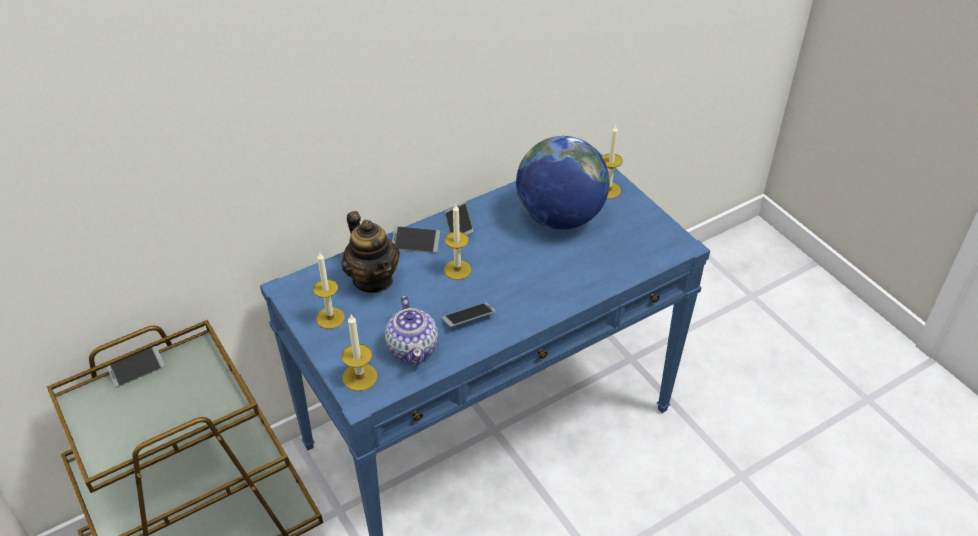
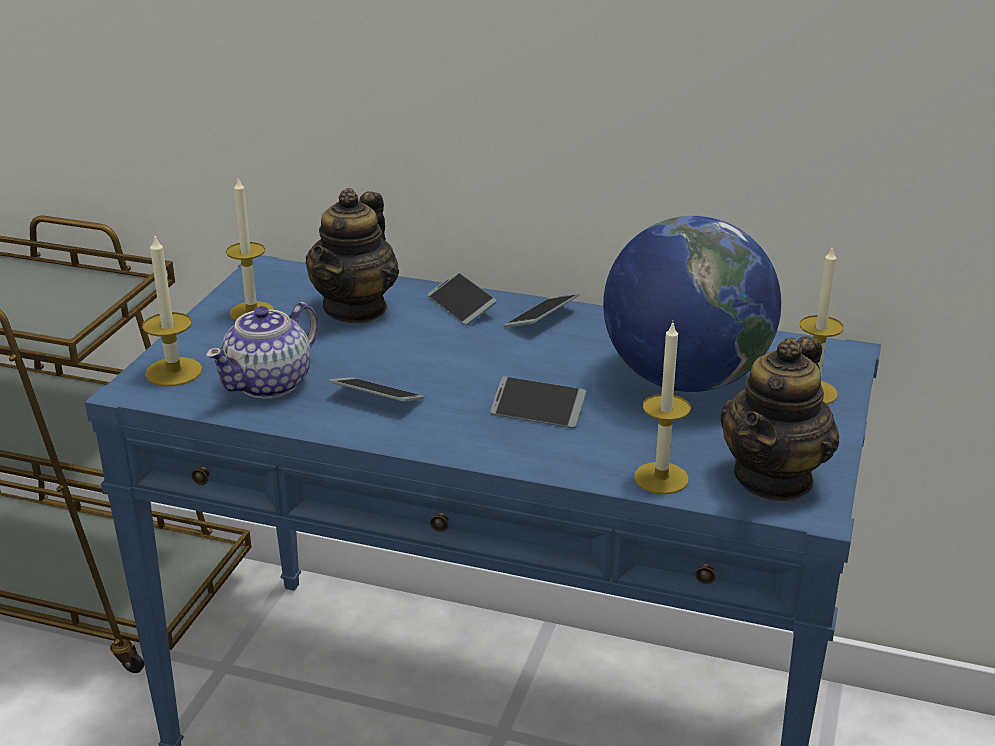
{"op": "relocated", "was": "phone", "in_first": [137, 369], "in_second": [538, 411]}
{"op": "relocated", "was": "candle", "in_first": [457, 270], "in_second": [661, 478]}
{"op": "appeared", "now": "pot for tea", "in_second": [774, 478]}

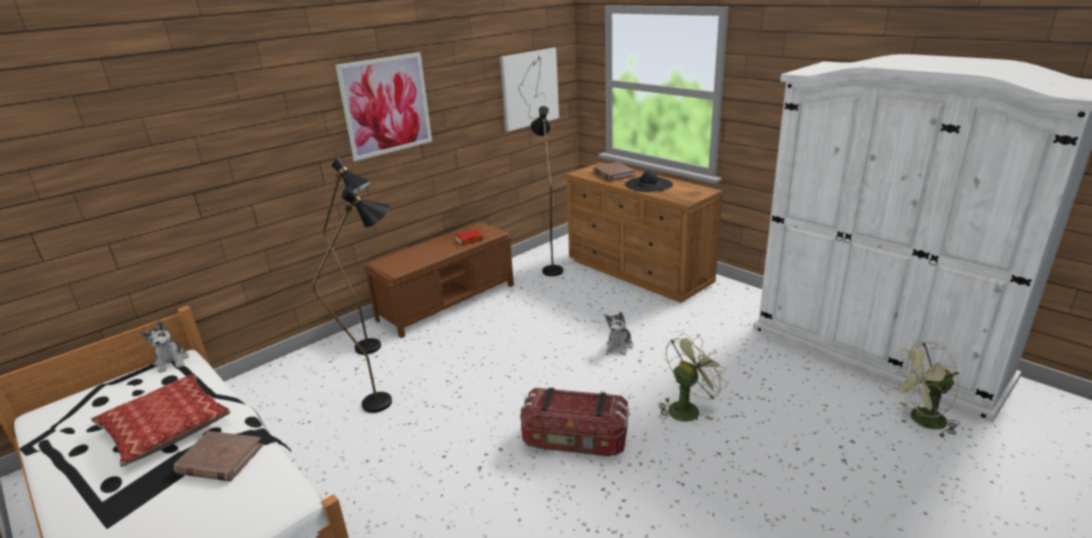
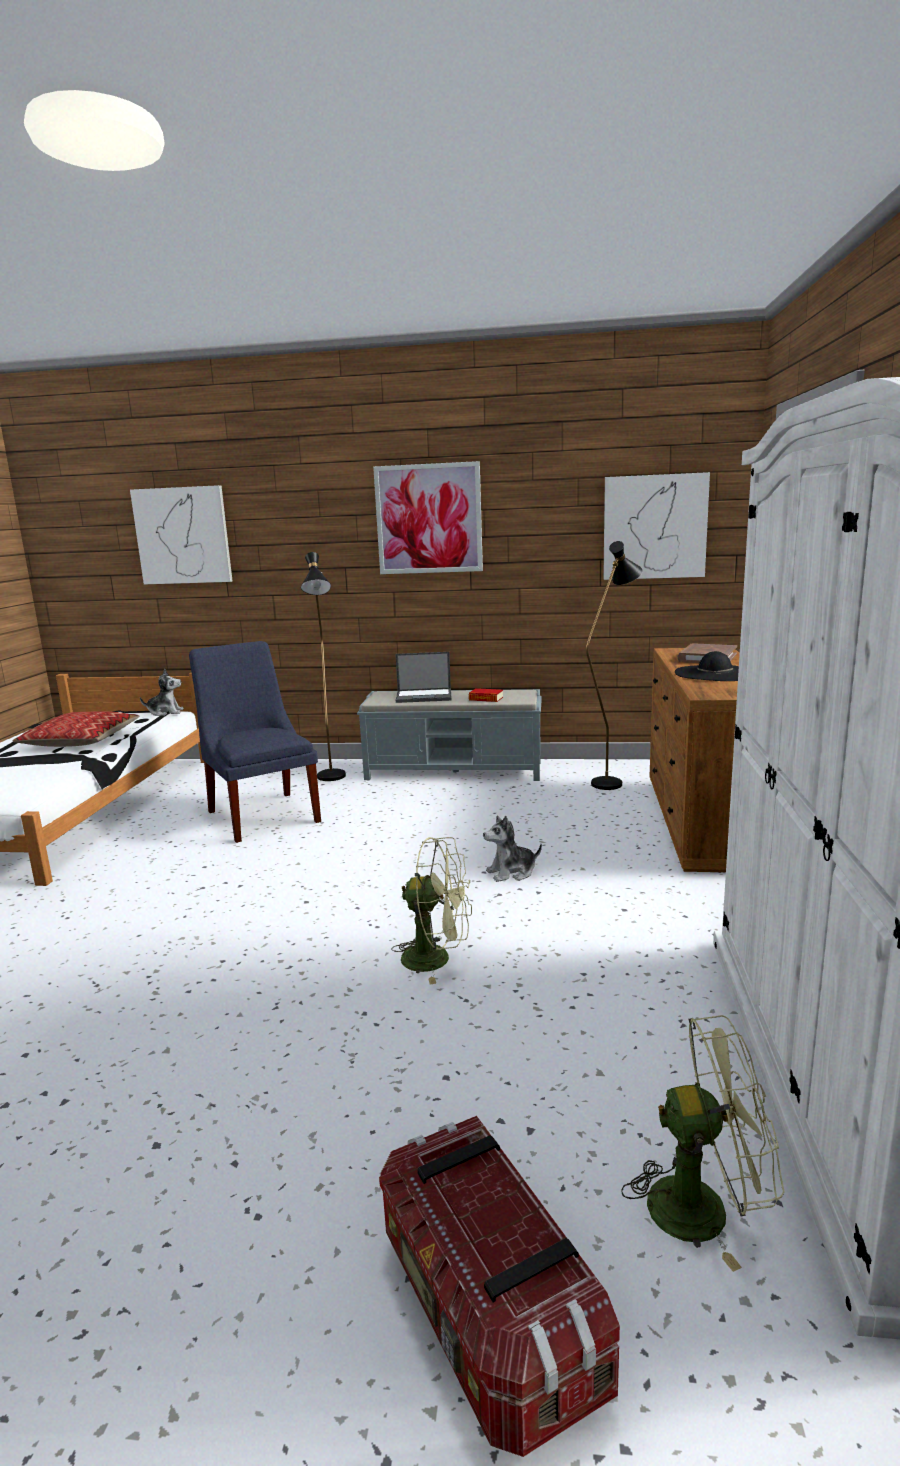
{"op": "appeared", "now": "wall picture", "in_second": [183, 535]}
{"op": "spun", "was": "plush toy", "in_first": [172, 361], "in_second": [165, 712], "clockwise": -120}
{"op": "exchanged", "was": "black-coloured standard lamp", "now": "blue chair", "in_first": [388, 400], "in_second": [263, 814]}
{"op": "colour", "was": "brownish indoor bench", "now": "grey indoor bench", "in_first": [448, 302], "in_second": [455, 770]}
{"op": "relocated", "was": "storage bin", "in_first": [575, 441], "in_second": [487, 1312]}
{"op": "appeared", "now": "portable computer", "in_second": [424, 696]}
{"op": "spun", "was": "green electric fan", "in_first": [921, 421], "in_second": [704, 1206], "clockwise": 135}
{"op": "missing", "was": "brownish bound book", "in_first": [219, 459]}

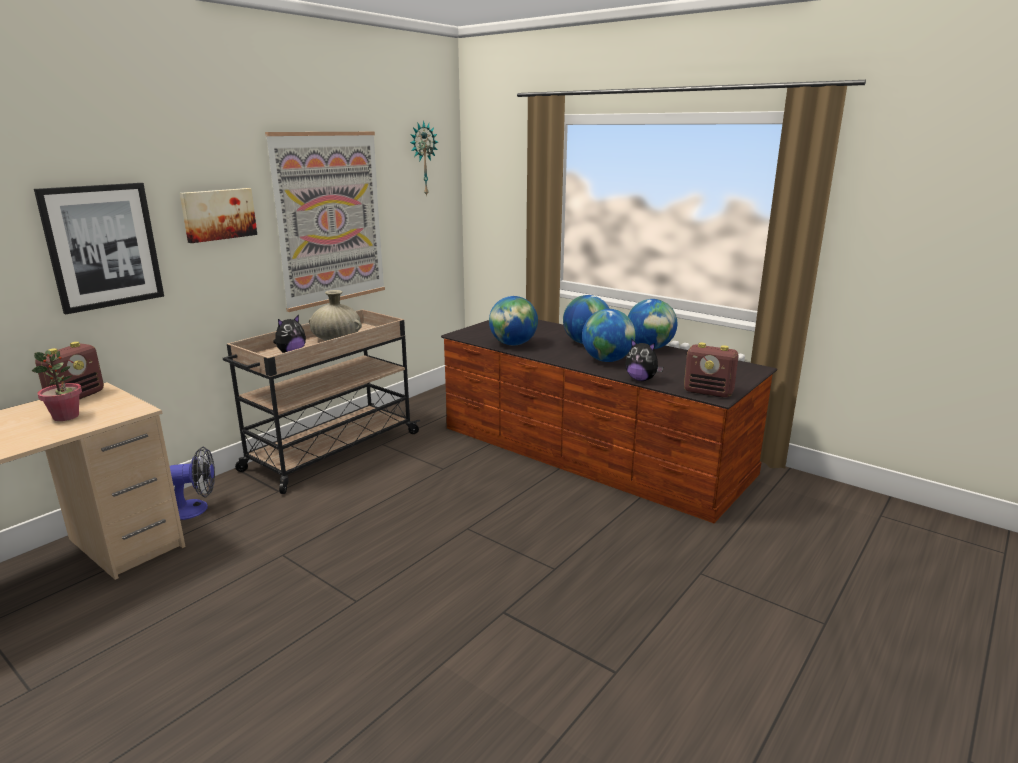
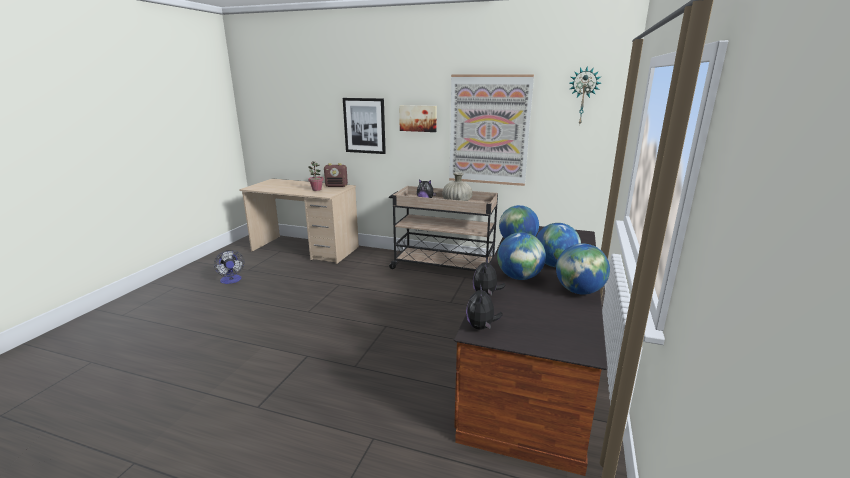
{"op": "relocated", "was": "electric fan", "in_first": [195, 509], "in_second": [231, 281]}
{"op": "exchanged", "was": "radio set", "now": "plush toy", "in_first": [708, 392], "in_second": [481, 327]}

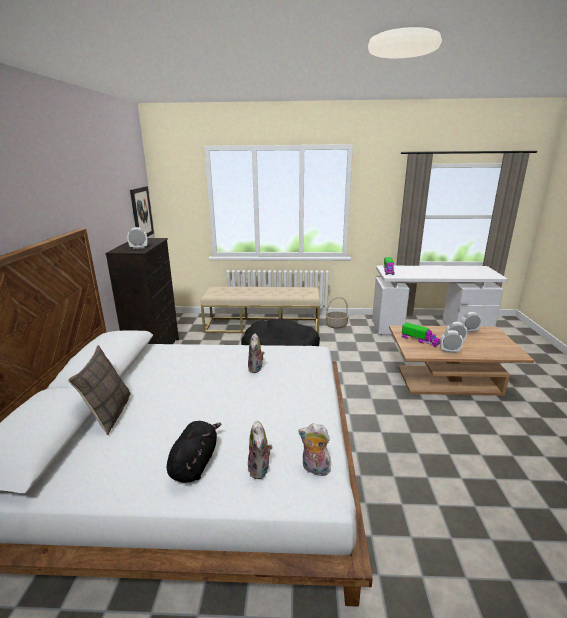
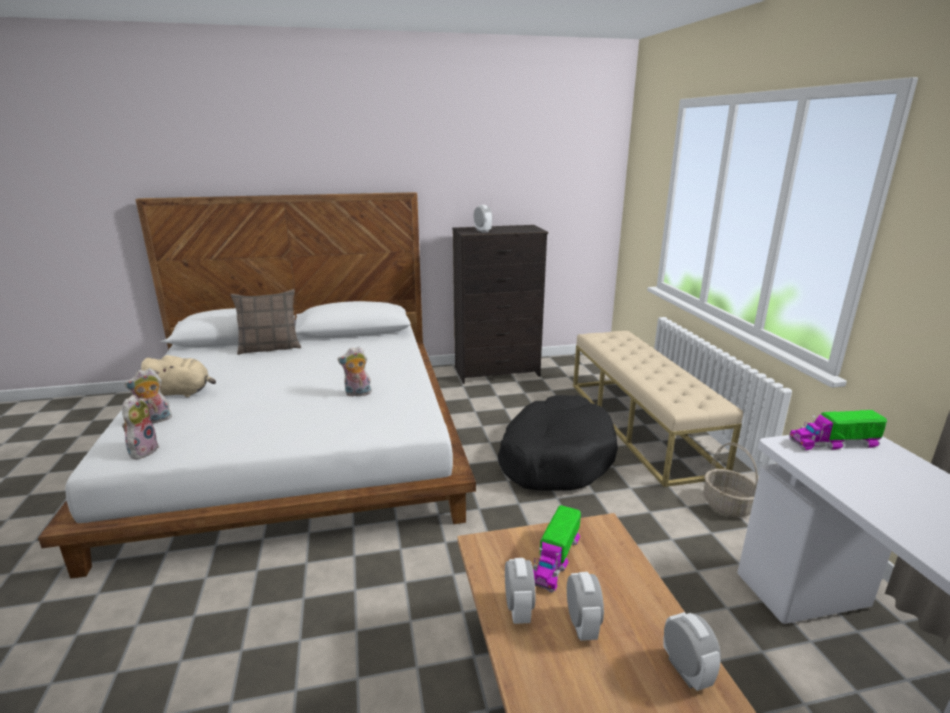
{"op": "colour", "was": "black-coloured plush toy", "now": "sand-coloured plush toy", "in_first": [195, 463], "in_second": [182, 393]}
{"op": "missing", "was": "wall picture", "in_first": [141, 213]}

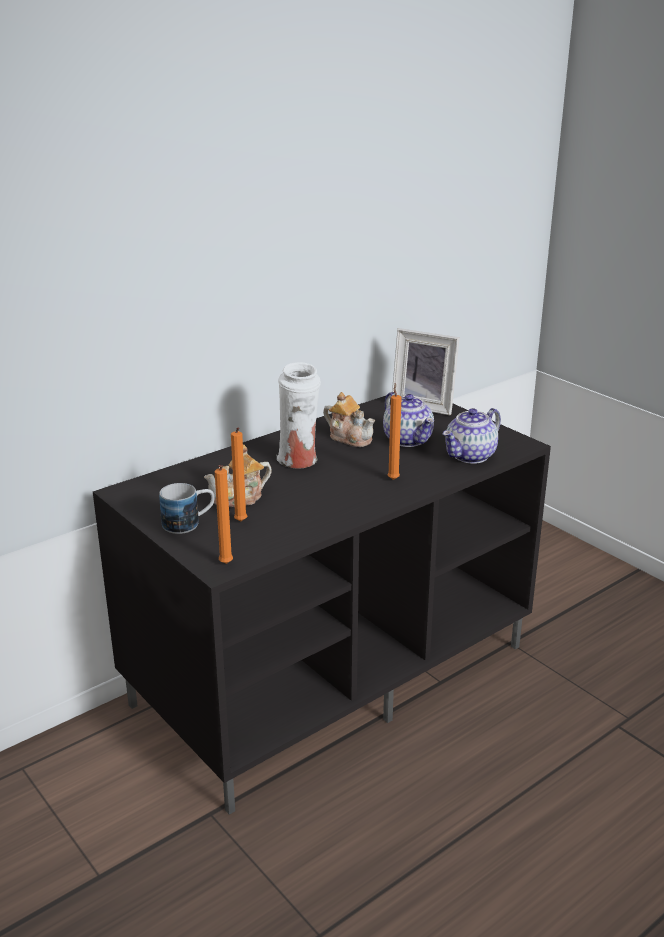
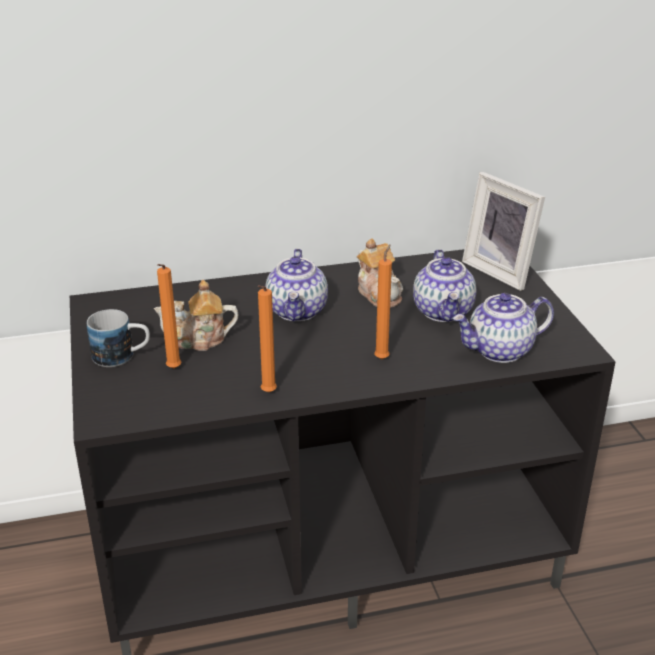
{"op": "relocated", "was": "orangey candle", "in_first": [225, 565], "in_second": [267, 394]}
{"op": "exchanged", "was": "white-coloured vase", "now": "pot for tea", "in_first": [299, 462], "in_second": [298, 311]}

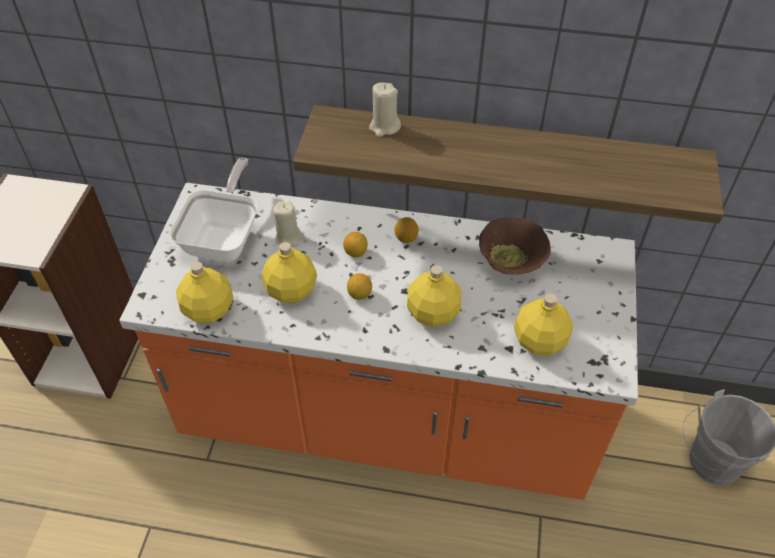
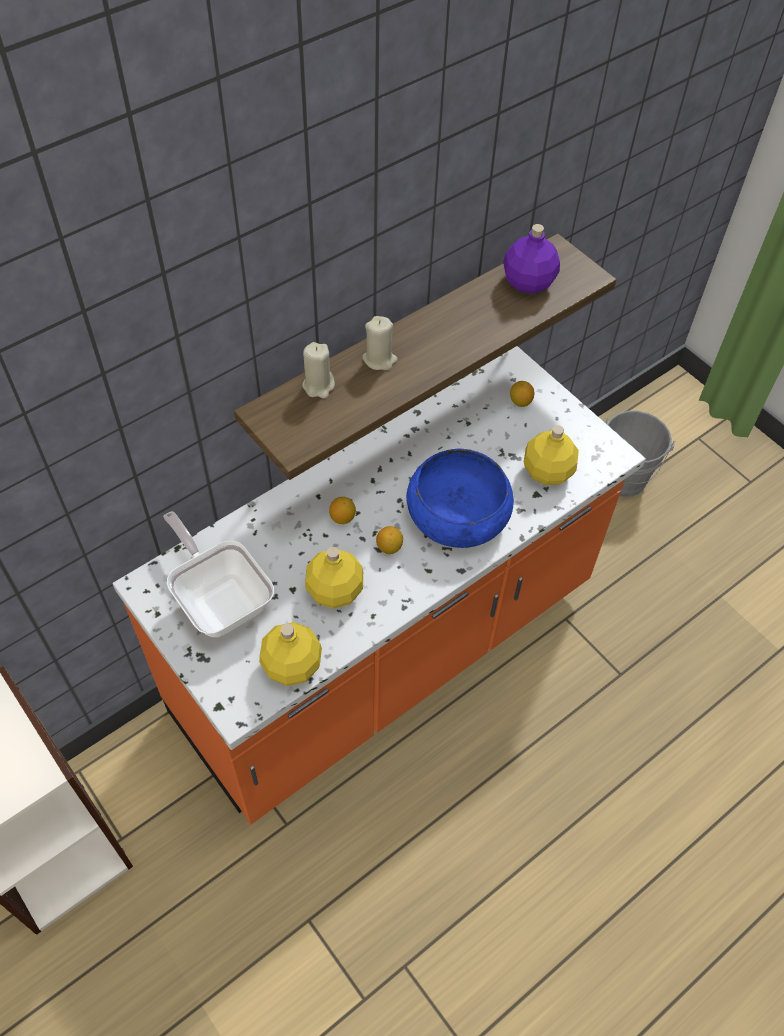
{"op": "relocated", "was": "sand-coloured candle", "in_first": [288, 238], "in_second": [379, 359]}
{"op": "exchanged", "was": "yellow-coloured drink bottle", "now": "blue deep dish", "in_first": [433, 313], "in_second": [458, 514]}
{"op": "appeared", "now": "purple drink bottle", "in_second": [529, 282]}
{"op": "relocated", "was": "whole lemon", "in_first": [406, 238], "in_second": [520, 402]}
{"op": "missing", "was": "brownish deep dish", "in_first": [511, 263]}

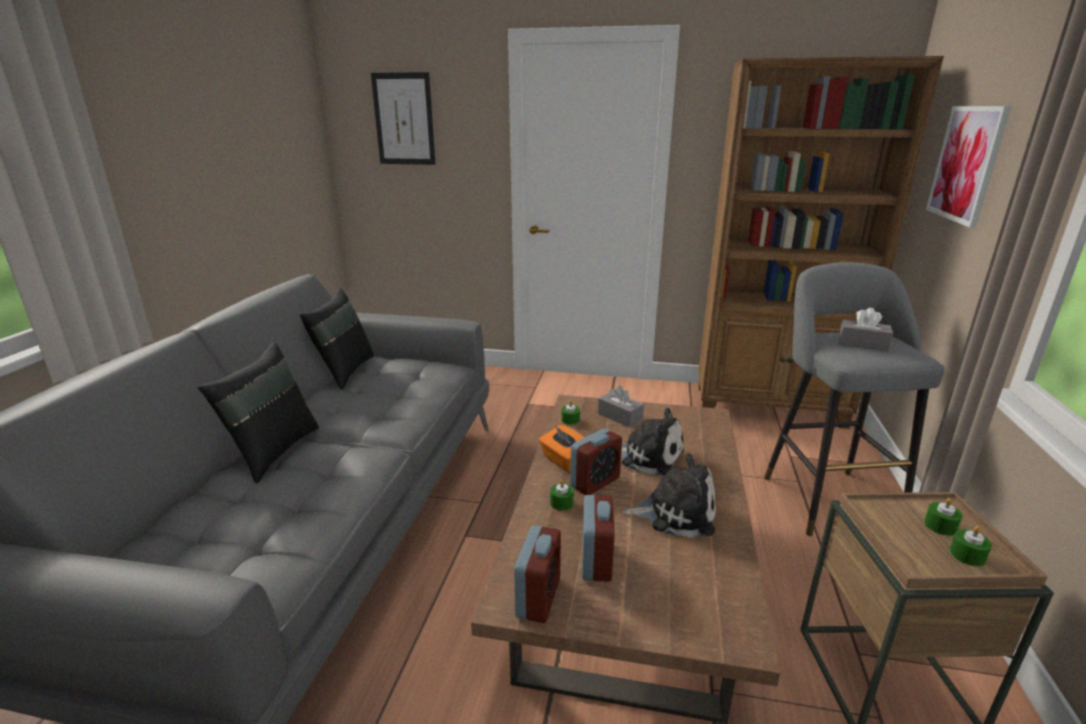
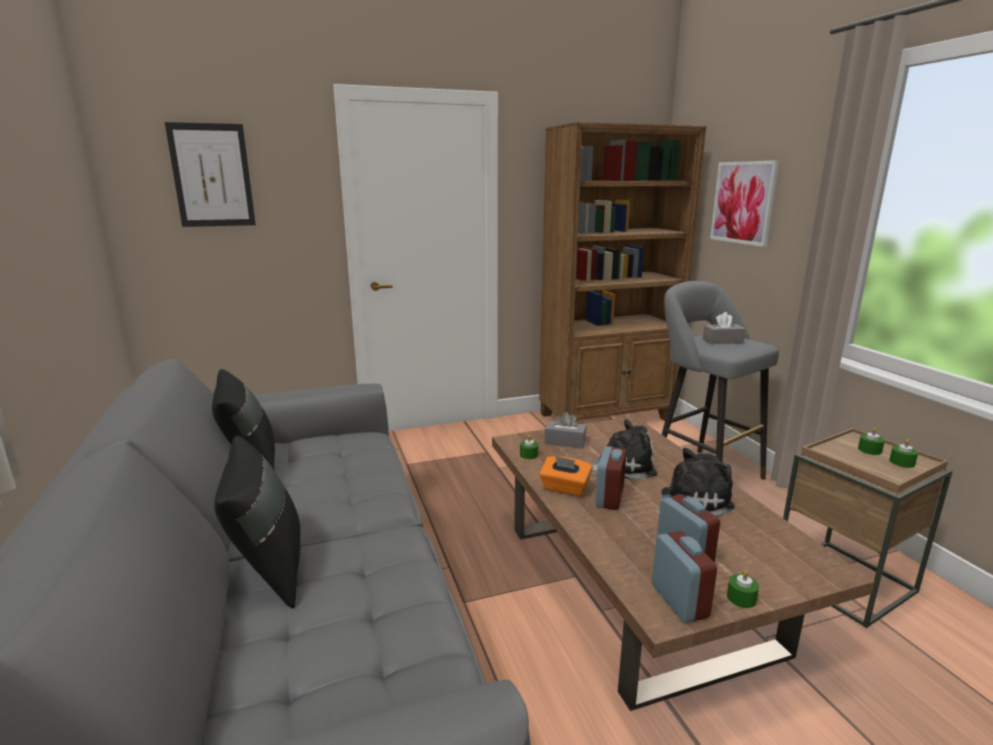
{"op": "relocated", "was": "green candle", "in_first": [561, 503], "in_second": [741, 598]}

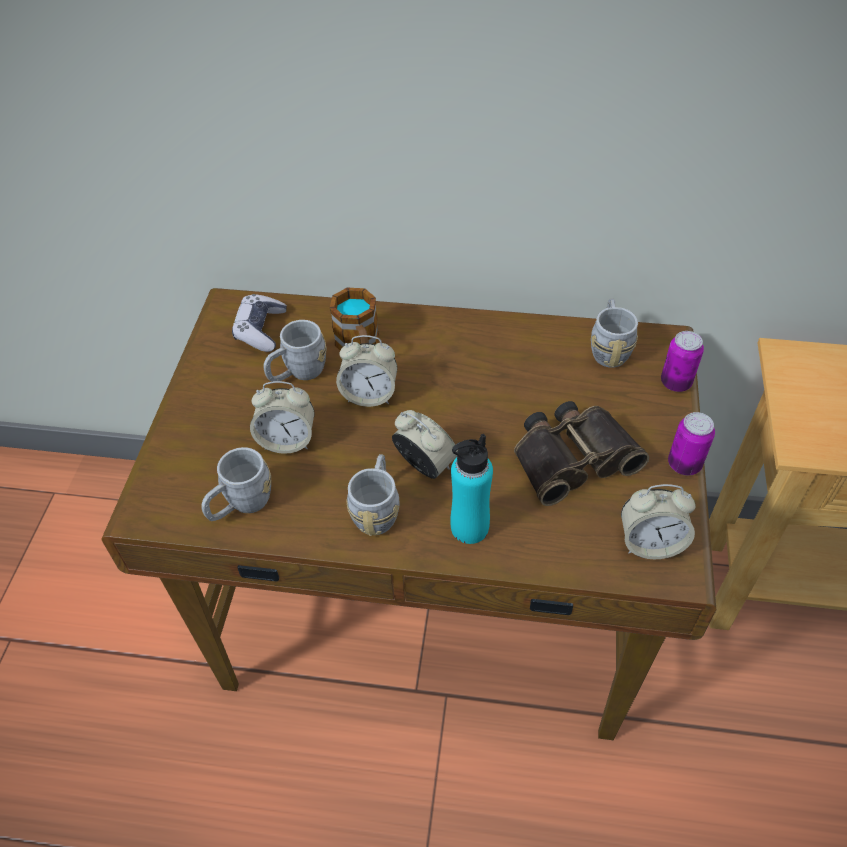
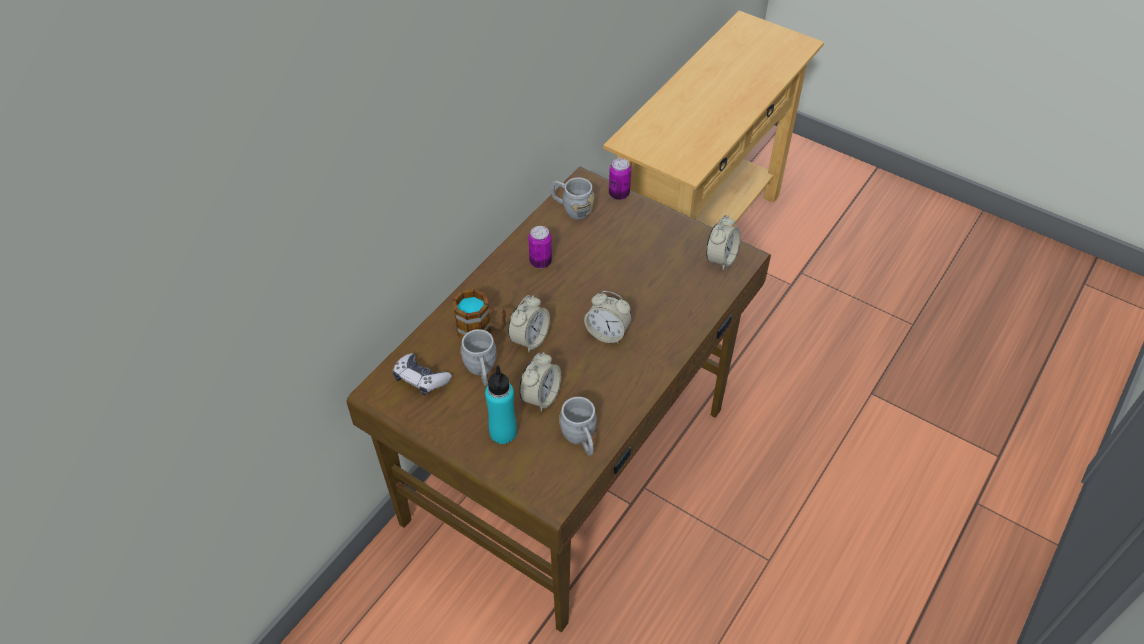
{"op": "relocated", "was": "turquoise-coloured drink bottle", "in_first": [469, 527], "in_second": [503, 432]}
{"op": "relocated", "was": "can", "in_first": [684, 464], "in_second": [540, 262]}
{"op": "spun", "was": "bedside clock", "in_first": [425, 465], "in_second": [607, 333], "clockwise": -135}
{"op": "missing", "was": "grey mug", "in_first": [377, 509]}
{"op": "missing", "was": "field glasses", "in_first": [572, 456]}

